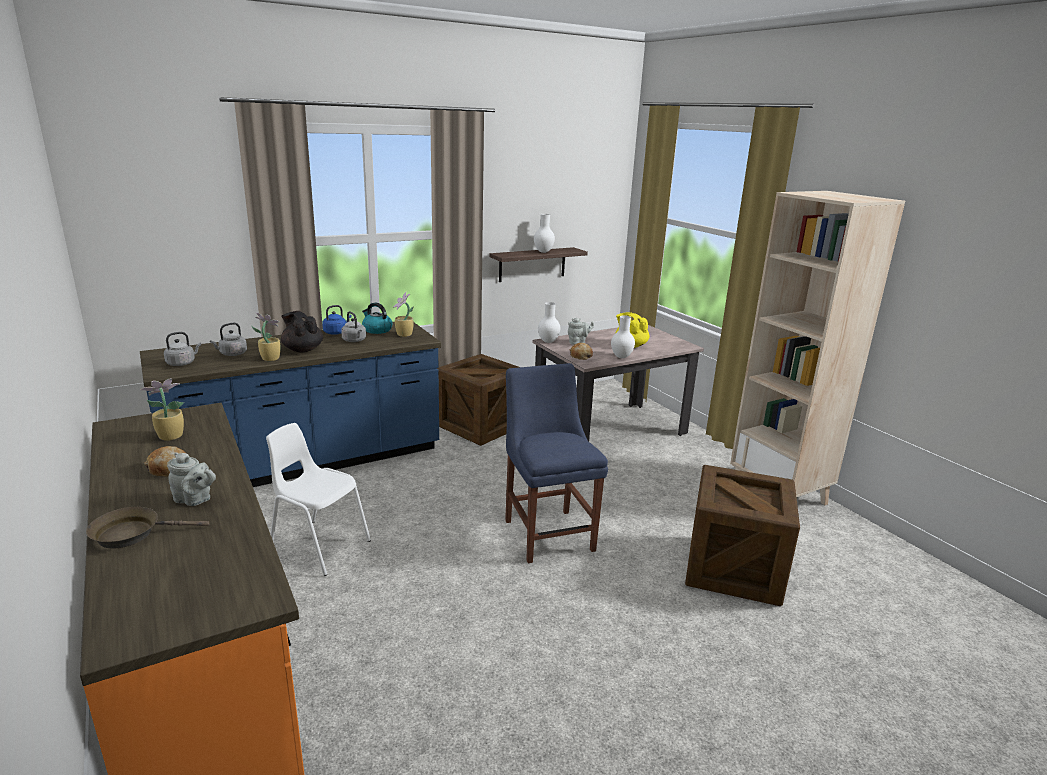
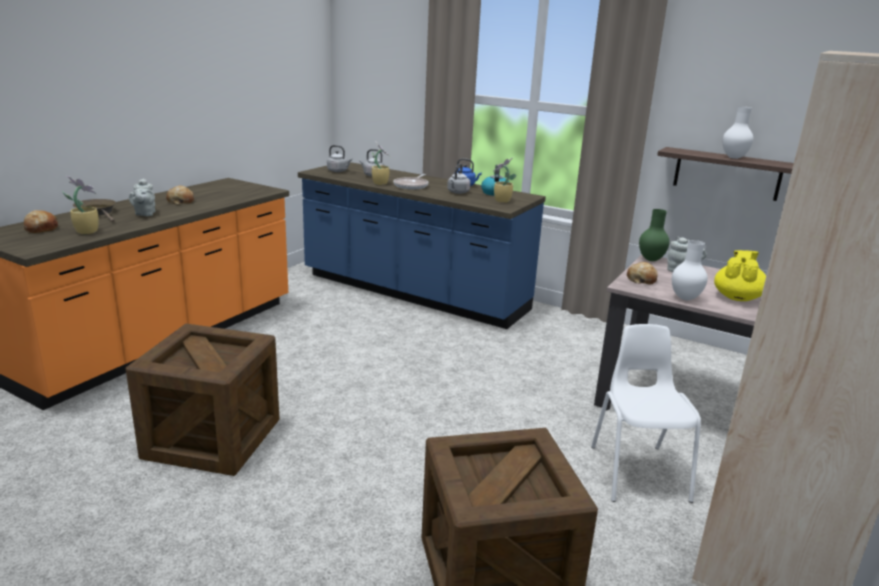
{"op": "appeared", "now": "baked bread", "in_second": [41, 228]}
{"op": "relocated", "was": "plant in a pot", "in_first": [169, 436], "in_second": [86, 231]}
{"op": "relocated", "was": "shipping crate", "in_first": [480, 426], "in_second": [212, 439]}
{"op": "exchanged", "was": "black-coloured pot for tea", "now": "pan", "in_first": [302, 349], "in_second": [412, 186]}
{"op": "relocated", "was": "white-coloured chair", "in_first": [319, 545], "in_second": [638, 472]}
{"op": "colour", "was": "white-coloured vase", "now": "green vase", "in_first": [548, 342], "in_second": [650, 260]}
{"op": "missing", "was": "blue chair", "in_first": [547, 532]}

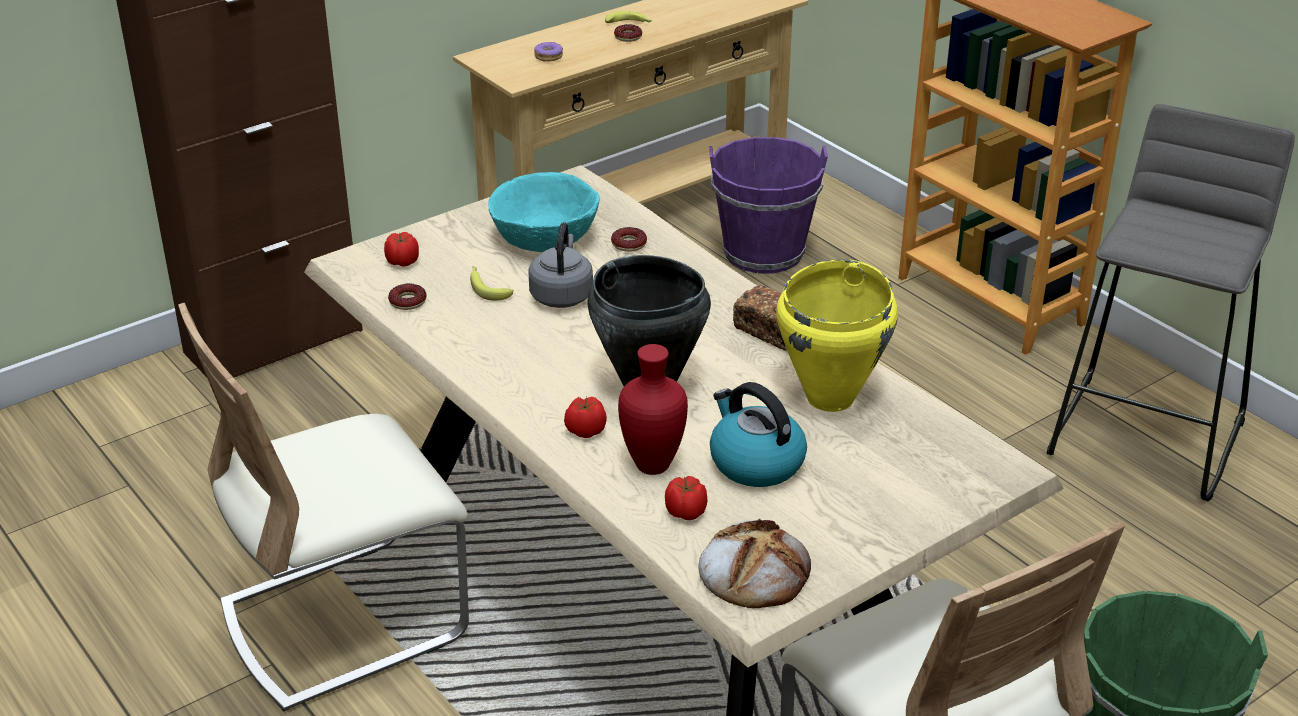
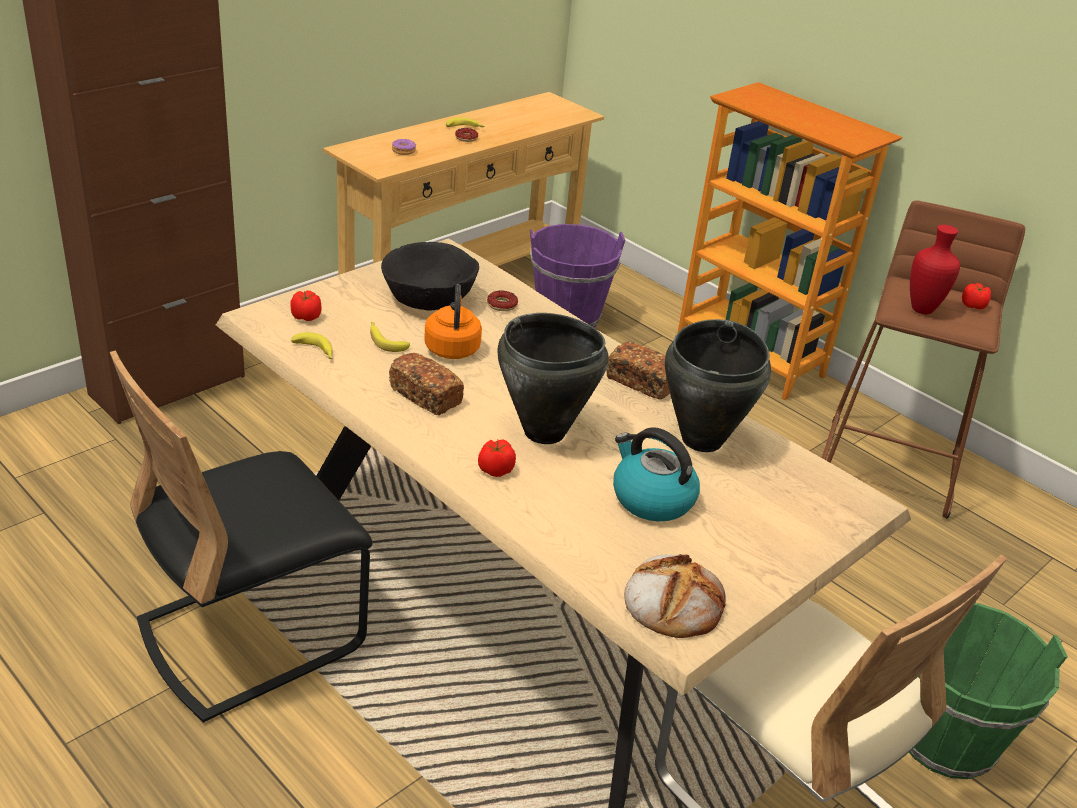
{"op": "colour", "was": "sand-coloured chair", "now": "black-coloured chair", "in_first": [344, 620], "in_second": [252, 634]}
{"op": "exchanged", "was": "ring doughnut", "now": "banana", "in_first": [408, 301], "in_second": [316, 352]}
{"op": "colour", "was": "turquoise-coloured deep dish", "now": "black-coloured deep dish", "in_first": [543, 239], "in_second": [428, 299]}
{"op": "appeared", "now": "baked bread", "in_second": [426, 396]}
{"op": "colour", "was": "grey tea kettle", "now": "orangey tea kettle", "in_first": [562, 295], "in_second": [452, 348]}
{"op": "colour", "was": "yellow-coloured cooking pot", "now": "black-coloured cooking pot", "in_first": [831, 397], "in_second": [703, 439]}
{"op": "colour", "was": "grey stool", "now": "brownish stool", "in_first": [1147, 436], "in_second": [890, 466]}
{"op": "relocated", "was": "red vase", "in_first": [654, 464], "in_second": [922, 309]}
{"op": "relocated", "was": "whole tomato", "in_first": [686, 513], "in_second": [973, 306]}

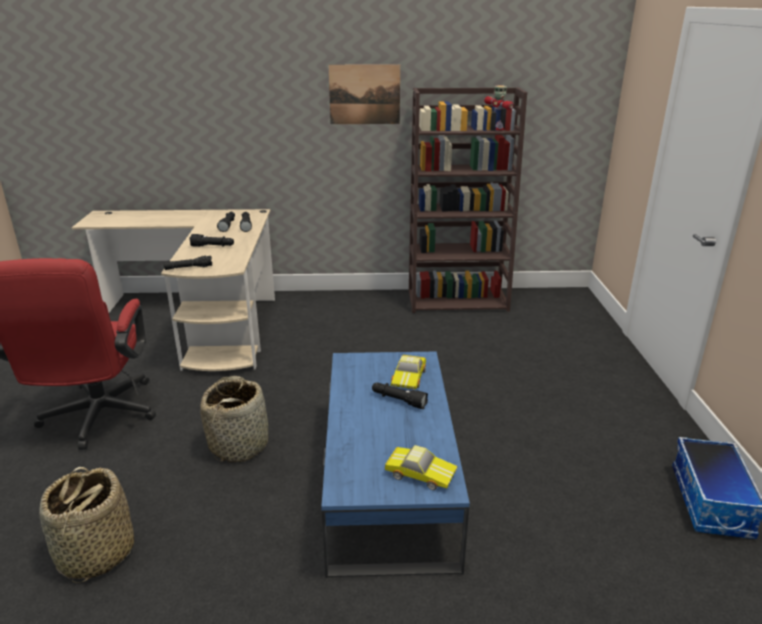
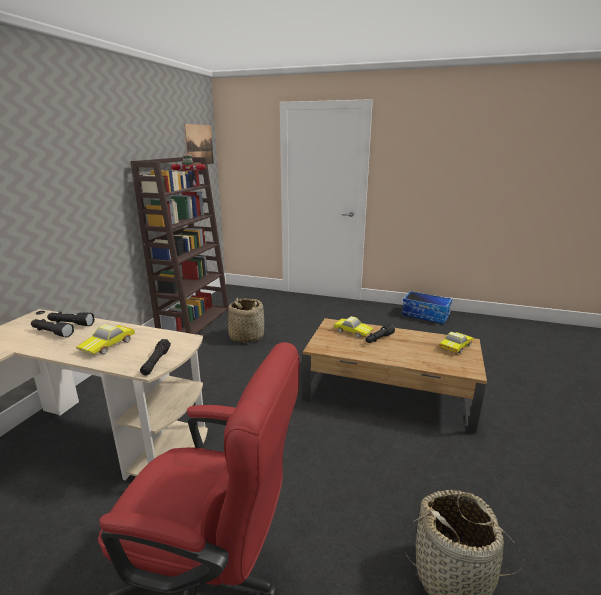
{"op": "exchanged", "was": "black-coloured flashlight", "now": "model car", "in_first": [213, 246], "in_second": [109, 345]}
{"op": "relocated", "was": "wall picture", "in_first": [364, 94], "in_second": [199, 145]}
{"op": "relocated", "was": "household basket", "in_first": [239, 444], "in_second": [246, 336]}
{"op": "colour", "was": "blue lounge table", "now": "brownish lounge table", "in_first": [388, 480], "in_second": [390, 392]}

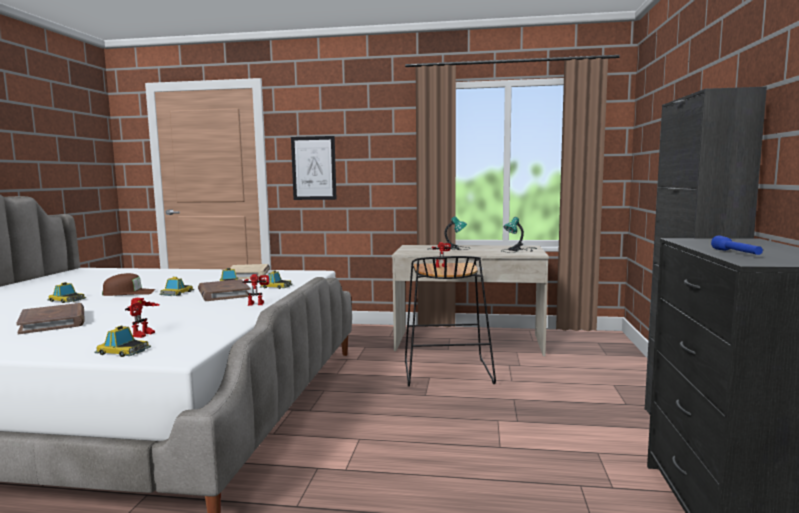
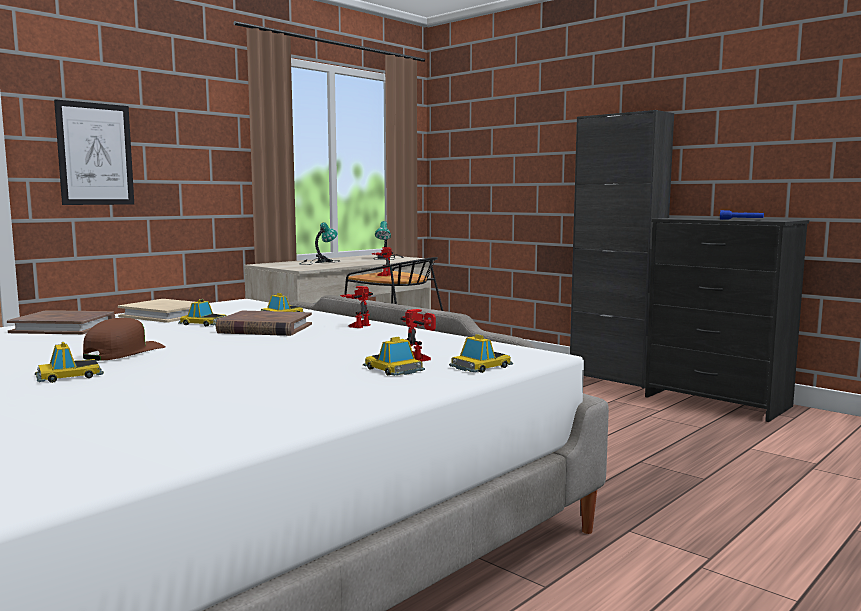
{"op": "relocated", "was": "brownish bound book", "in_first": [53, 322], "in_second": [64, 327]}
{"op": "relocated", "was": "model car", "in_first": [177, 293], "in_second": [393, 369]}

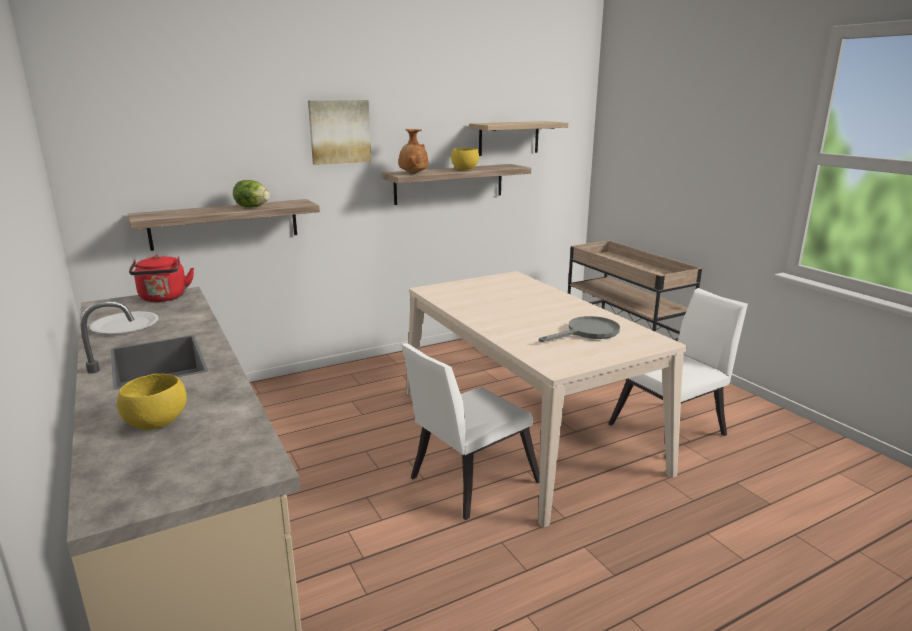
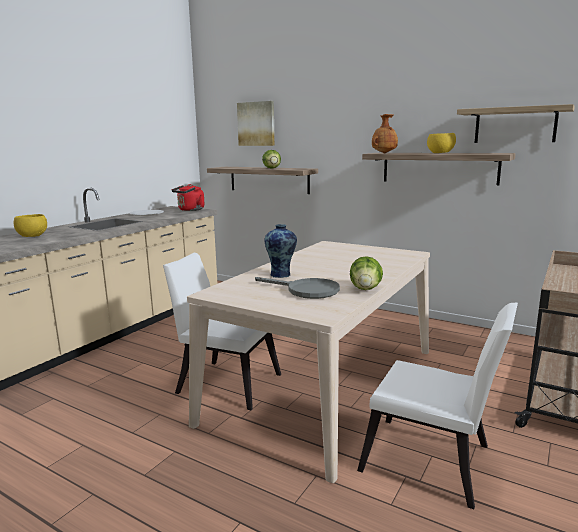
{"op": "relocated", "was": "wall picture", "in_first": [339, 131], "in_second": [256, 124]}
{"op": "appeared", "now": "vase", "in_second": [281, 275]}
{"op": "appeared", "now": "lettuce head", "in_second": [365, 289]}

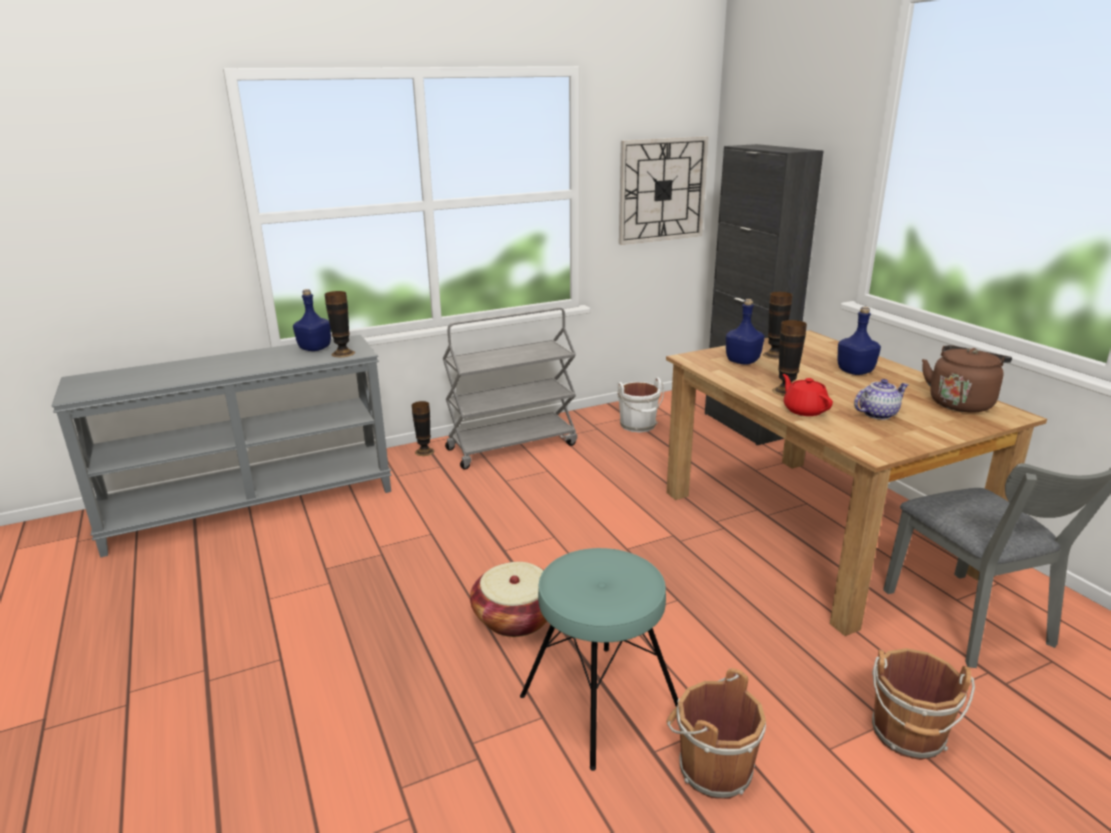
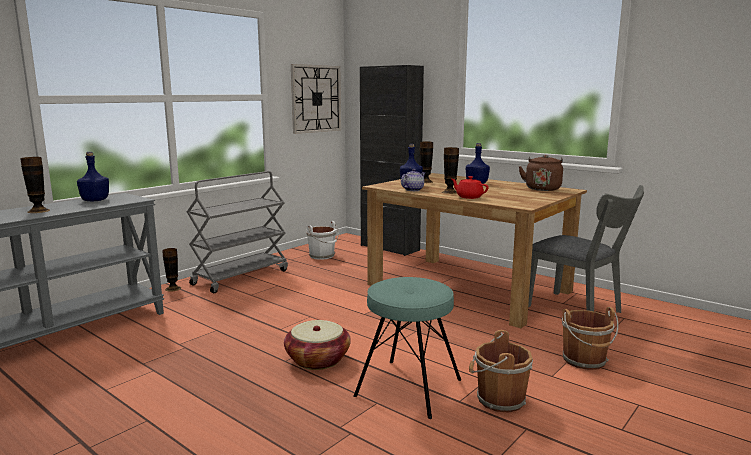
{"op": "relocated", "was": "vase", "in_first": [343, 353], "in_second": [38, 211]}
{"op": "relocated", "was": "pot for tea", "in_first": [877, 414], "in_second": [412, 190]}

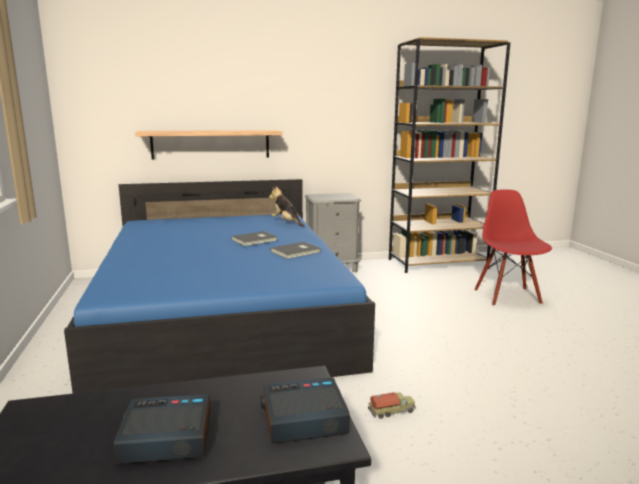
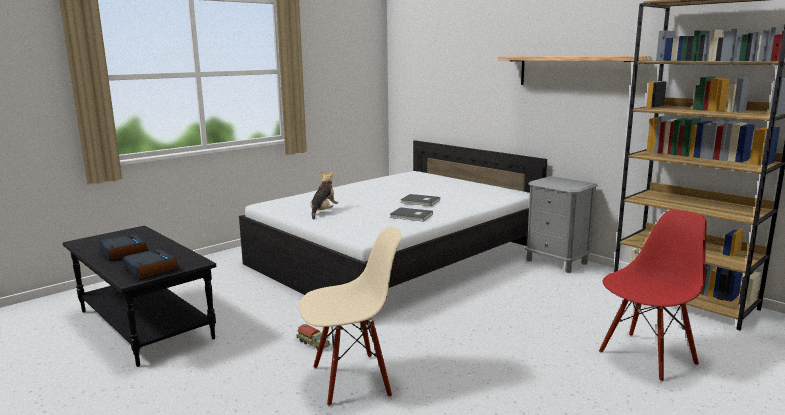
{"op": "colour", "was": "blue bed", "now": "white-coloured bed", "in_first": [223, 313], "in_second": [396, 256]}
{"op": "appeared", "now": "sand-coloured chair", "in_second": [352, 380]}
{"op": "relocated", "was": "plush toy", "in_first": [286, 223], "in_second": [323, 212]}
{"op": "relocated", "was": "wall shelf", "in_first": [211, 144], "in_second": [575, 71]}

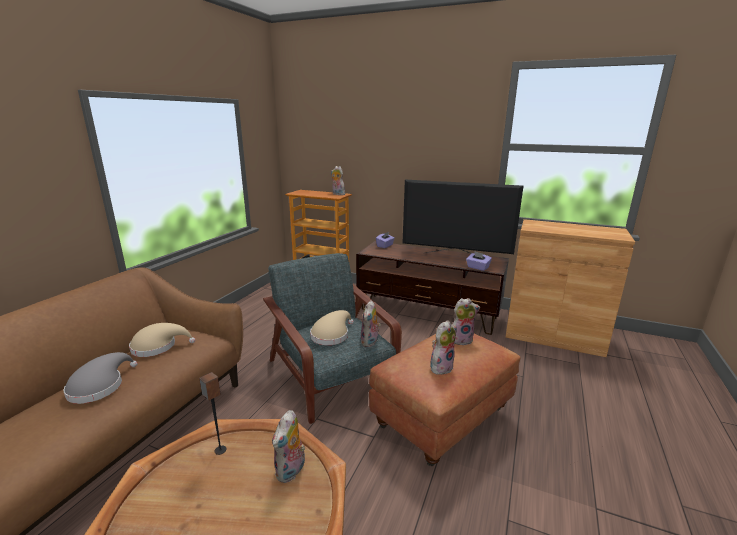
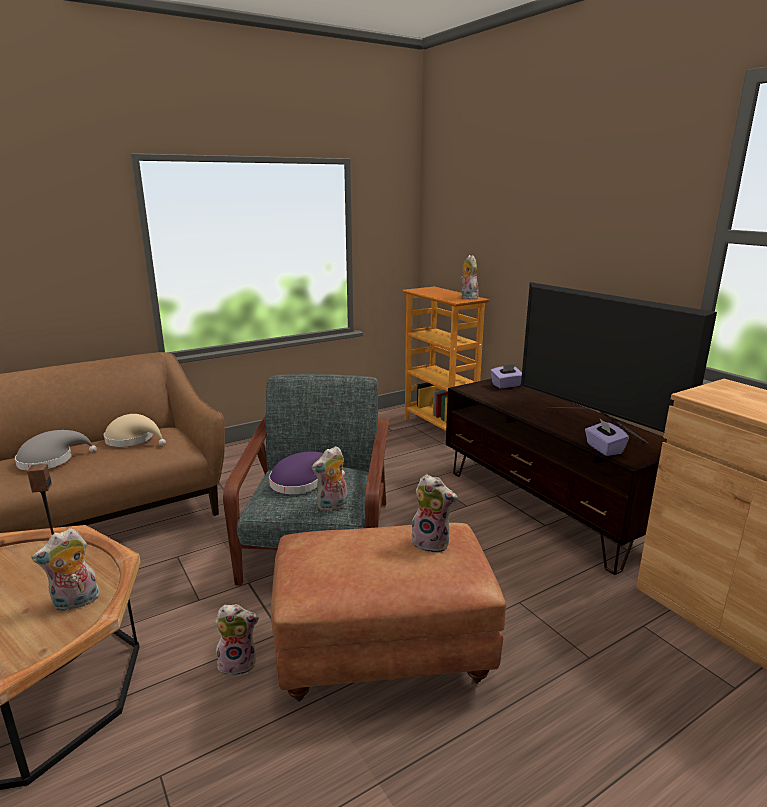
{"op": "relocated", "was": "plush toy", "in_first": [441, 367], "in_second": [239, 663]}
{"op": "colour", "was": "sand-coloured wearable hat", "now": "purple wearable hat", "in_first": [331, 335], "in_second": [301, 482]}

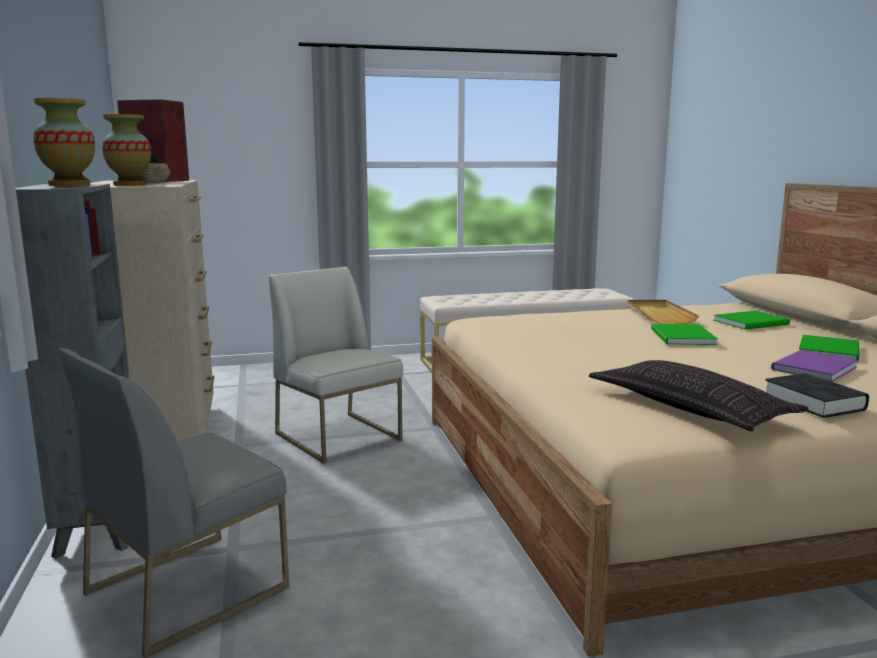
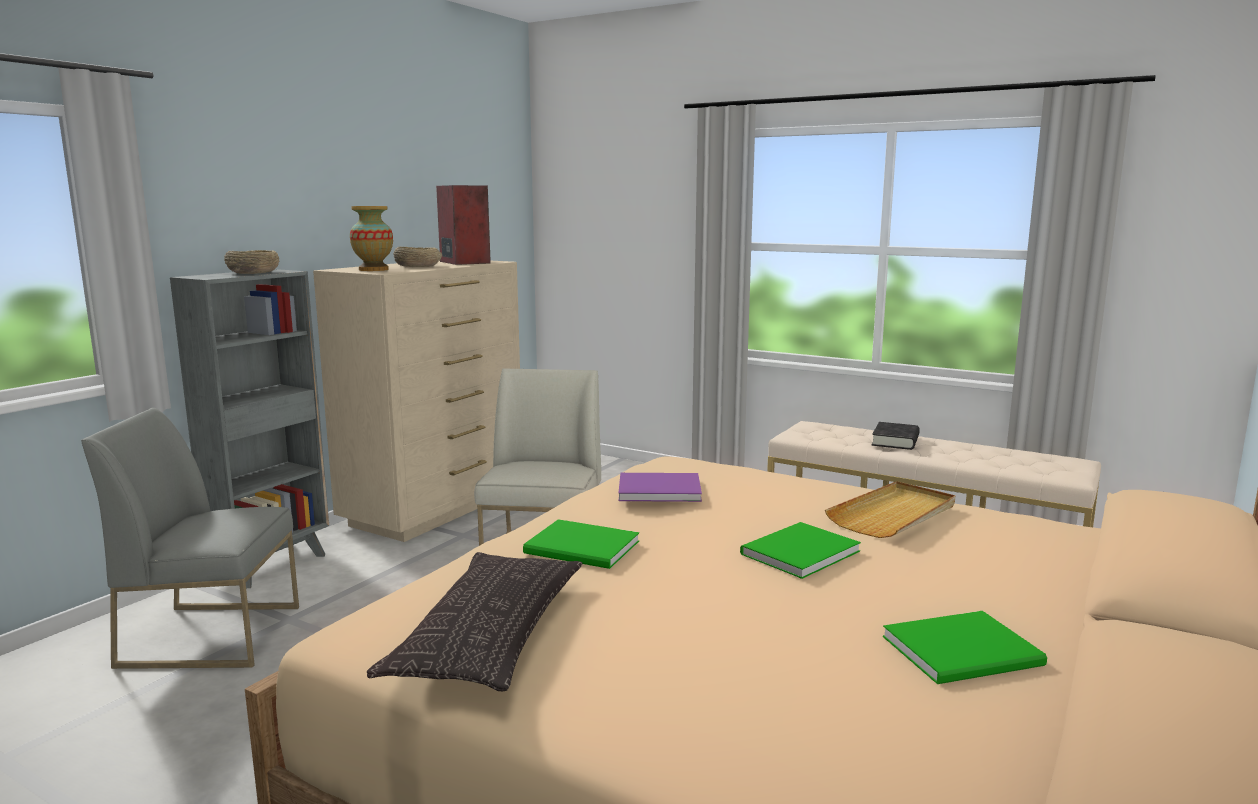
{"op": "exchanged", "was": "vase", "now": "sand-coloured deep dish", "in_first": [69, 185], "in_second": [253, 273]}
{"op": "relocated", "was": "green bound book", "in_first": [753, 322], "in_second": [583, 549]}
{"op": "relocated", "was": "purple bound book", "in_first": [811, 368], "in_second": [656, 489]}
{"op": "relocated", "was": "black-coloured bound book", "in_first": [813, 402], "in_second": [895, 441]}

